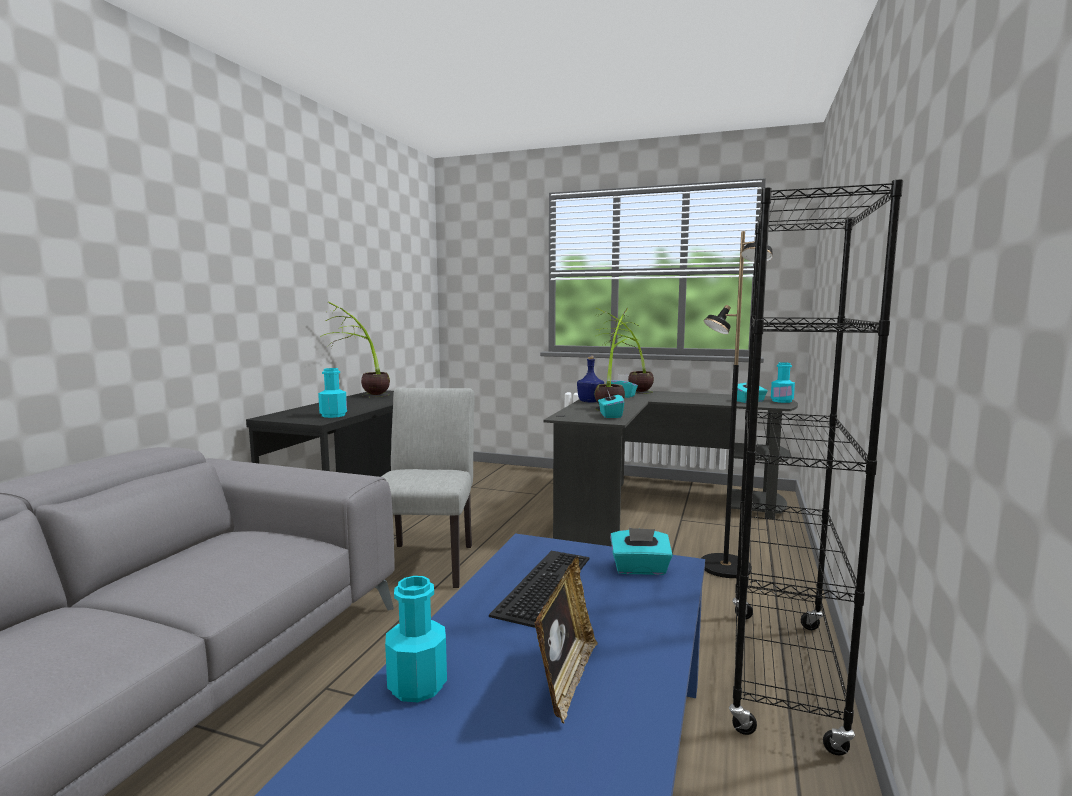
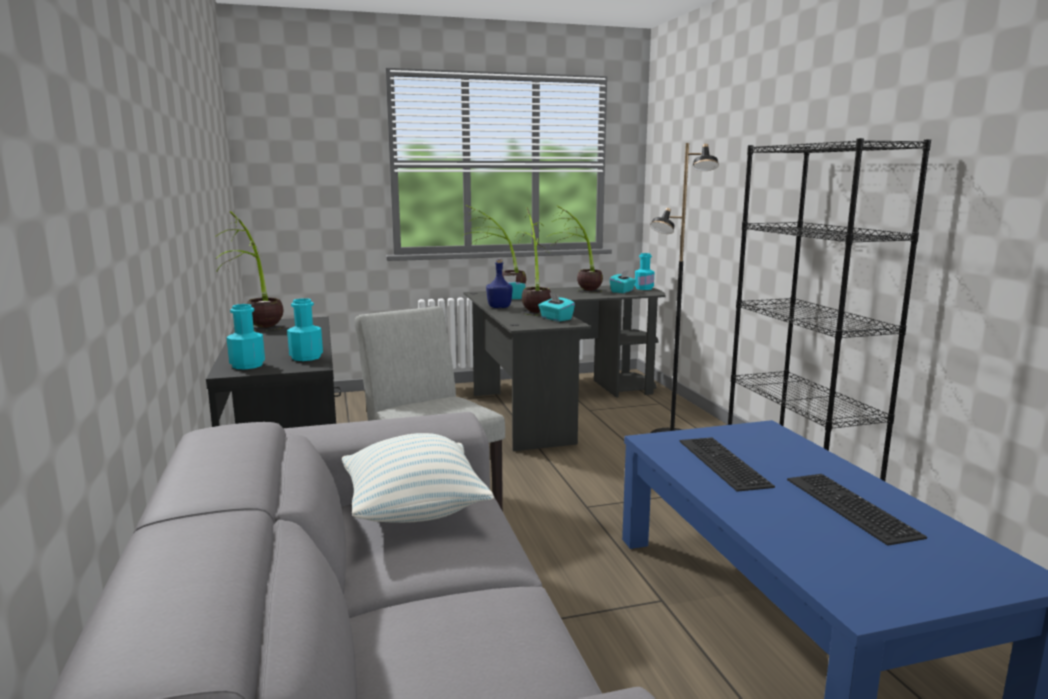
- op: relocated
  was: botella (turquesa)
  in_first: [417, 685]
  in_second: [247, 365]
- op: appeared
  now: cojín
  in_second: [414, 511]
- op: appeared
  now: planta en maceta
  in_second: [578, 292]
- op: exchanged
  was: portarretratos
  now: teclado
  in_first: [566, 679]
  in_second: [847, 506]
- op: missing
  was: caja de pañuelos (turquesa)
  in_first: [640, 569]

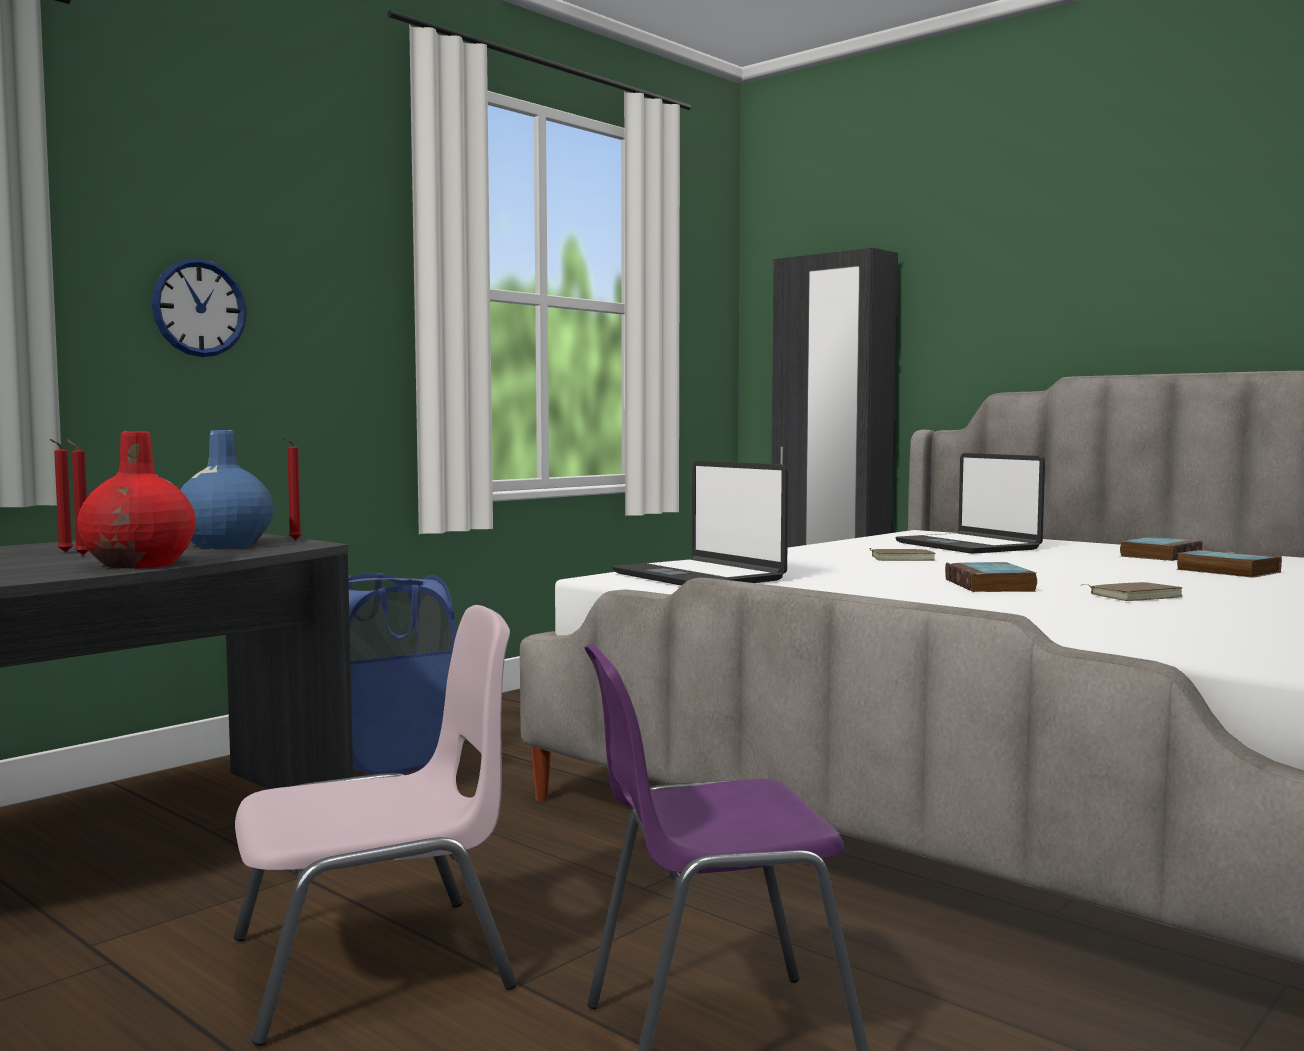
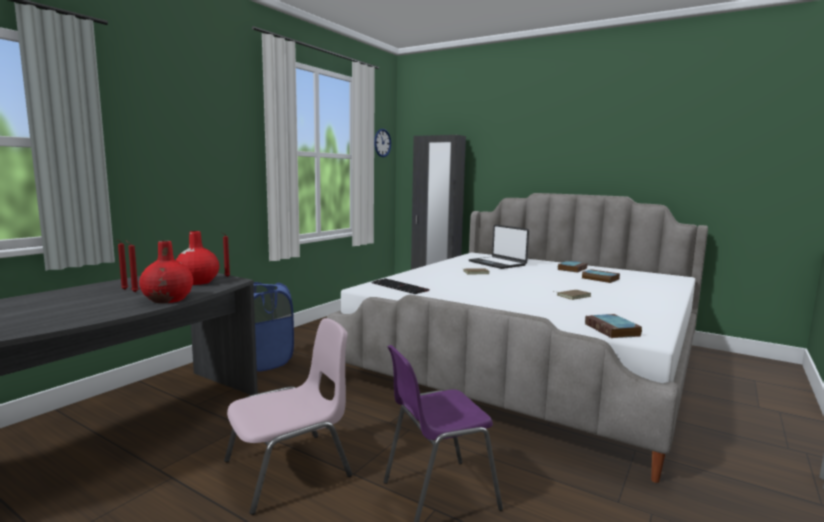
- op: colour
  was: florero (azul)
  now: florero (rojo)
  in_first: [225, 545]
  in_second: [197, 282]
- op: exchanged
  was: portátil
  now: teclado
  in_first: [699, 577]
  in_second: [400, 287]
- op: relocated
  was: reloj de pared
  in_first: [199, 308]
  in_second: [382, 143]
- op: relocated
  was: libro
  in_first: [991, 586]
  in_second: [613, 330]

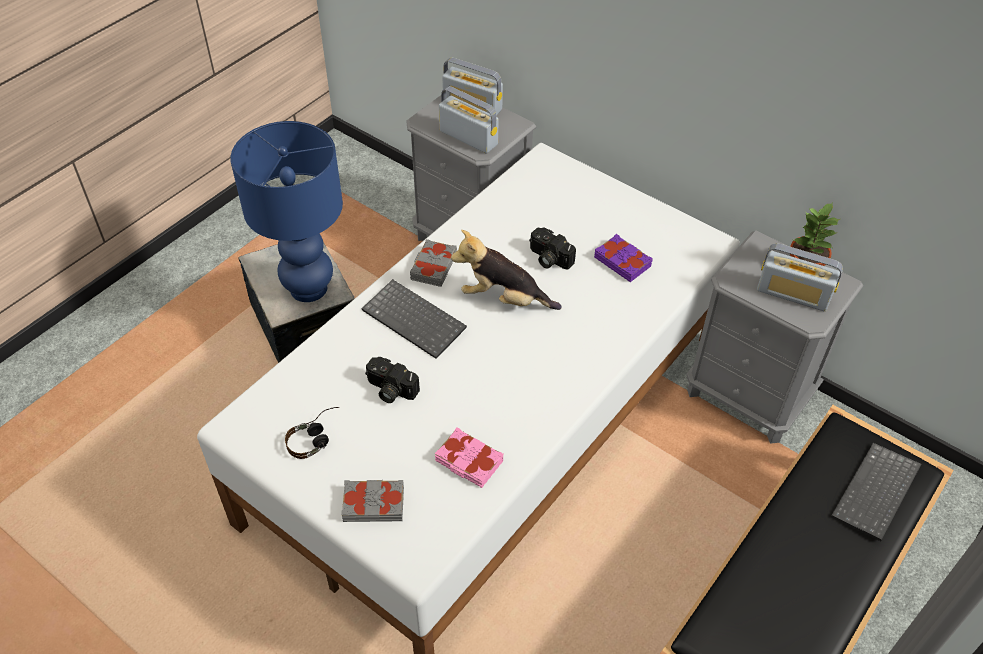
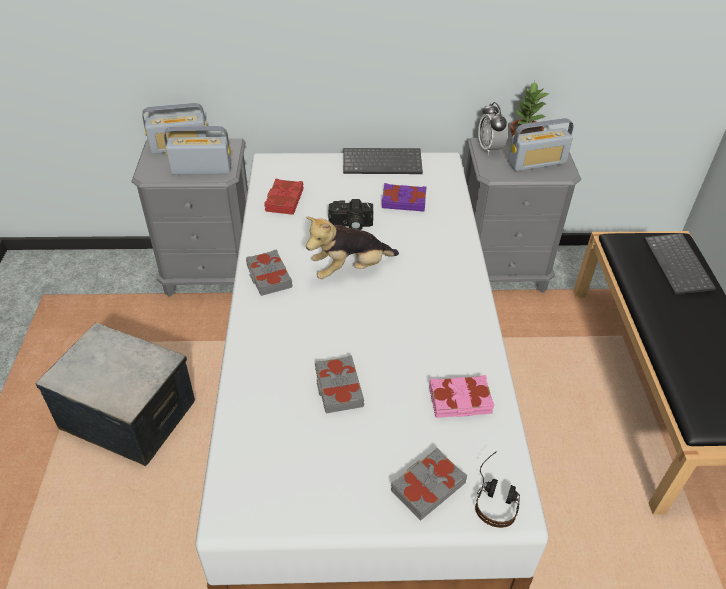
- op: appeared
  now: libro (rojo)
  in_second: [284, 200]
- op: exchanged
  was: cámara
  now: libro (gris)
  in_first: [390, 390]
  in_second: [338, 388]
- op: relocated
  was: teclado
  in_first: [416, 320]
  in_second: [383, 162]
- op: relocated
  was: auriculares
  in_first: [316, 438]
  in_second: [496, 496]
- op: appeared
  now: despertador
  in_second: [490, 149]
- op: missing
  was: lámpara de mesa (azul)
  in_first: [308, 288]

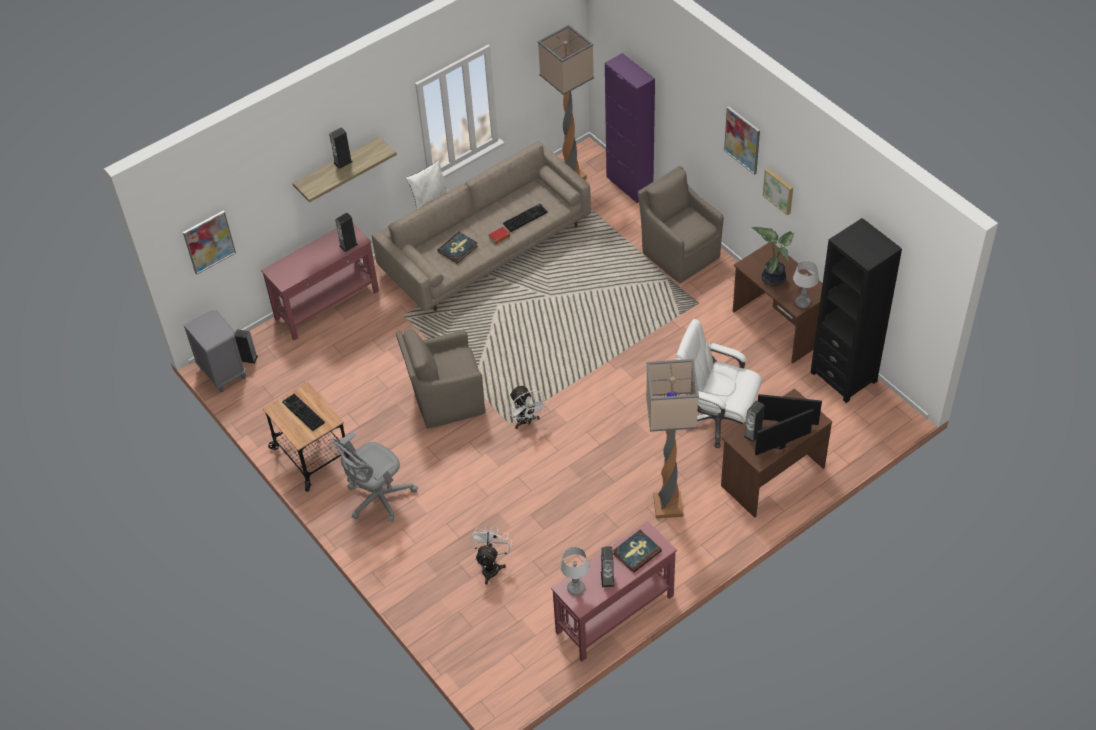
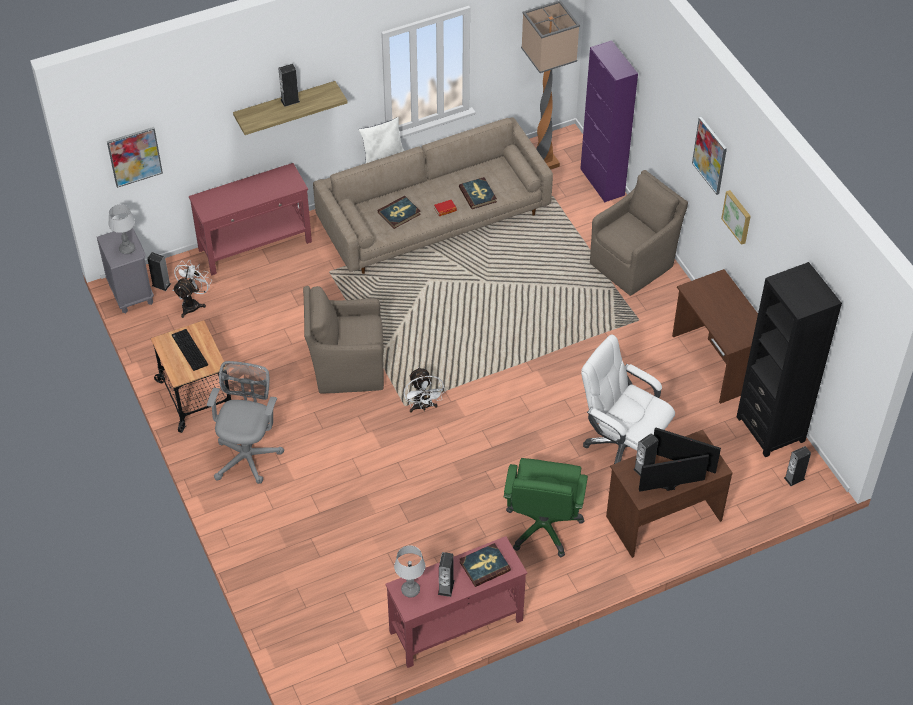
- op: relocated
  was: lámpara de mesa
  in_first: [803, 303]
  in_second: [127, 249]
- op: relocated
  was: ventilador (blanco)
  in_first: [491, 566]
  in_second: [193, 303]
- op: spun
  was: silla de oficina (gris)
  in_first: [377, 499]
  in_second: [248, 455]
  clockwise: 135
- op: exchanged
  was: teclado
  now: libro
  in_first: [525, 217]
  in_second: [478, 194]
- op: exchanged
  was: lámpara de pie
  now: silla de oficina (verde)
  in_first: [667, 507]
  in_second: [543, 526]
- op: spun
  was: sillón (marrón)
  in_first: [679, 253]
  in_second: [633, 263]
  clockwise: 75
- op: relocated
  was: altavoz
  in_first: [348, 245]
  in_second: [794, 478]
- op: missing
  was: planta en maceta
  in_first: [773, 277]

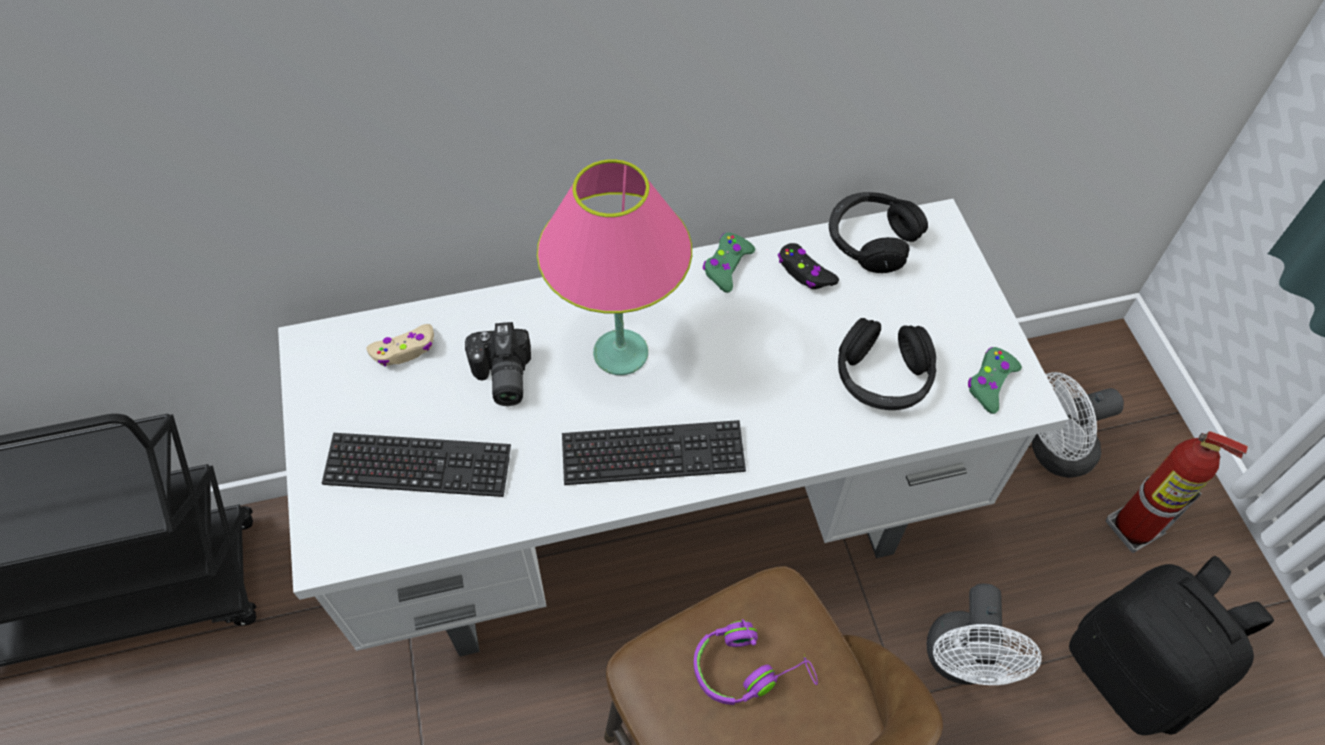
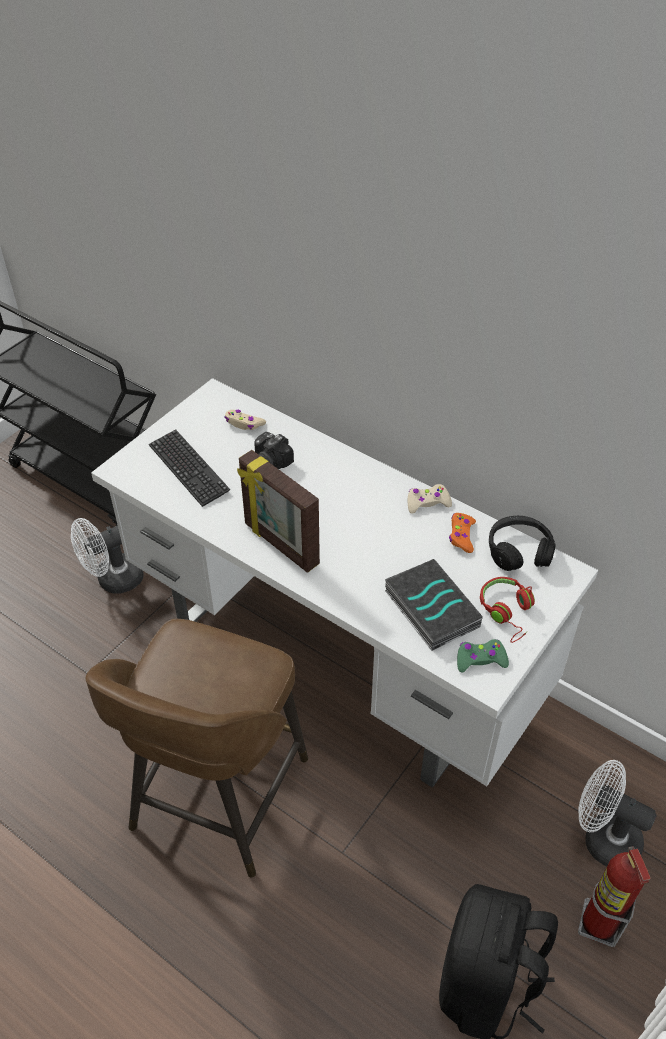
- op: relocated
  was: ventilador (blanco)
  in_first: [962, 663]
  in_second: [113, 580]
- op: exchanged
  was: teclado
  now: portarretratos
  in_first: [653, 455]
  in_second: [280, 545]
- op: exchanged
  was: auriculares (negro)
  now: libro
  in_first: [882, 377]
  in_second: [429, 608]
- op: colour
  was: mando de consola (verde)
  now: mando de consola (beis)
  in_first: [727, 266]
  in_second: [427, 503]
- op: colour
  was: mando de consola (negro)
  now: mando de consola (naranja)
  in_first: [805, 272]
  in_second: [461, 536]
- op: appeared
  now: auriculares (rojo)
  in_second: [507, 612]
- op: missing
  was: lámpara de mesa (rosa)
  in_first: [621, 353]
- op: missing
  was: auriculares (morado)
  in_first: [748, 668]

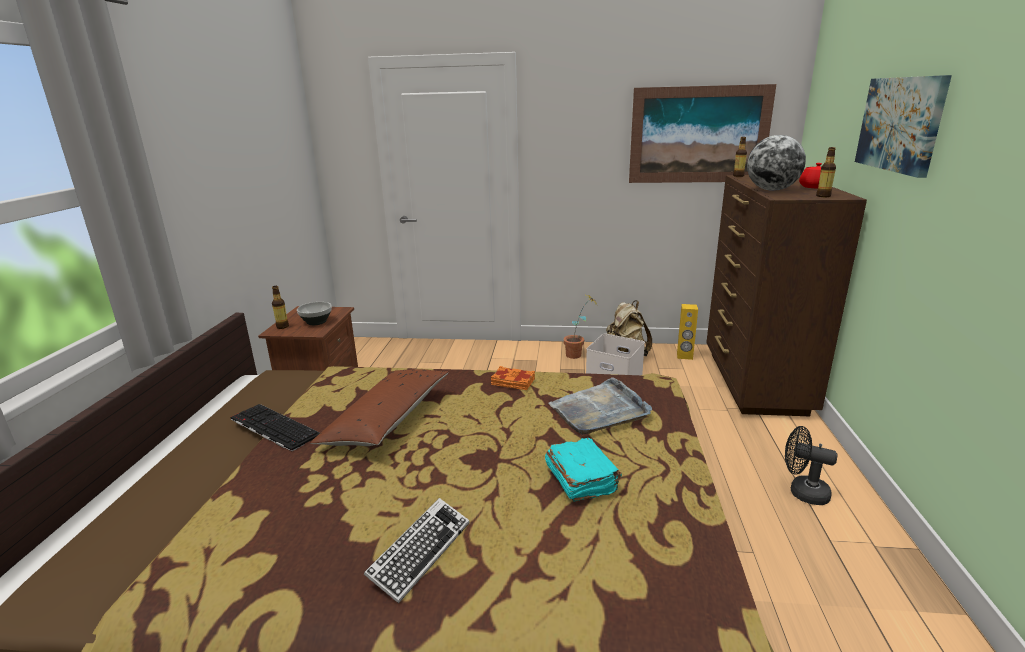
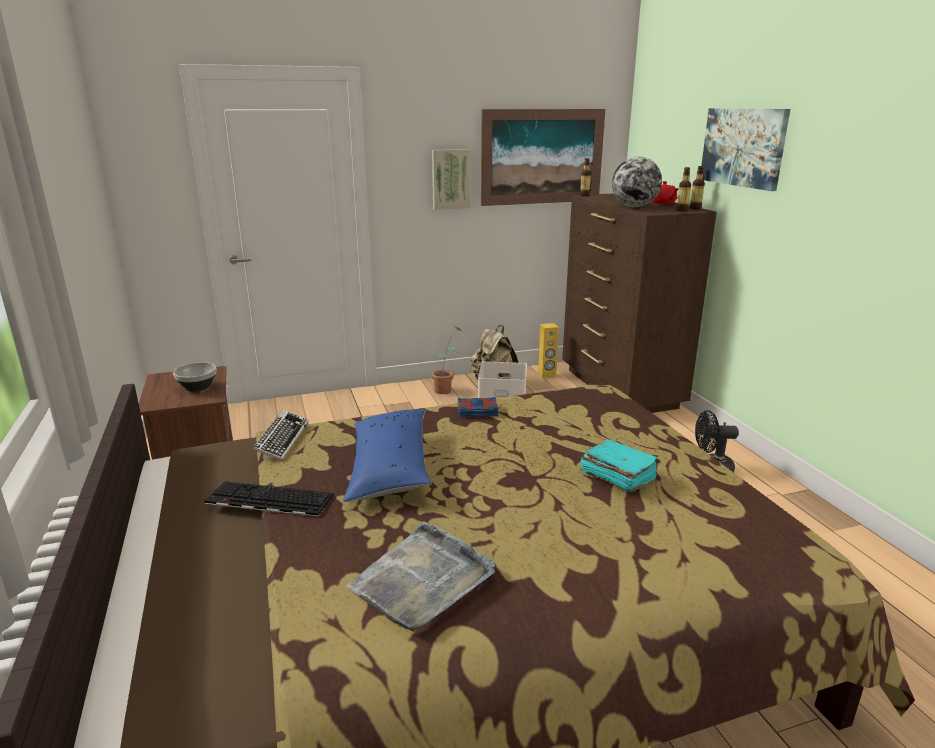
- op: relocated
  was: teclado
  in_first: [420, 552]
  in_second: [282, 439]
- op: colour
  was: cojín (marrón)
  now: cojín (azul)
  in_first: [387, 420]
  in_second: [389, 467]
- op: relocated
  was: bandeja (gris)
  in_first: [599, 410]
  in_second: [422, 580]
- op: appeared
  now: cuadro
  in_second: [450, 179]
- op: colour
  was: libro (naranja)
  now: libro (azul)
  in_first: [513, 382]
  in_second: [477, 411]
- op: relocated
  was: botella
  in_first: [282, 327]
  in_second: [695, 208]

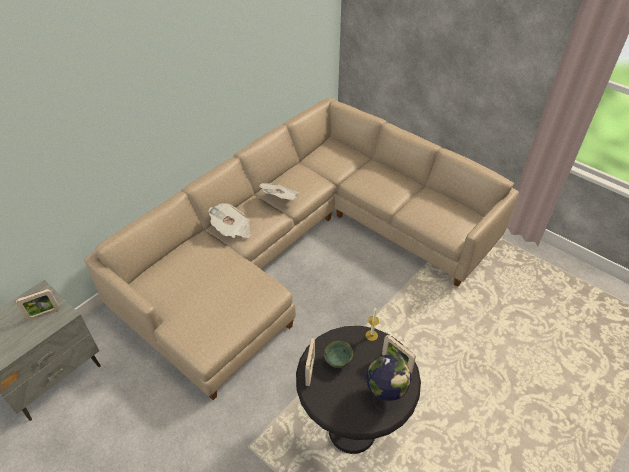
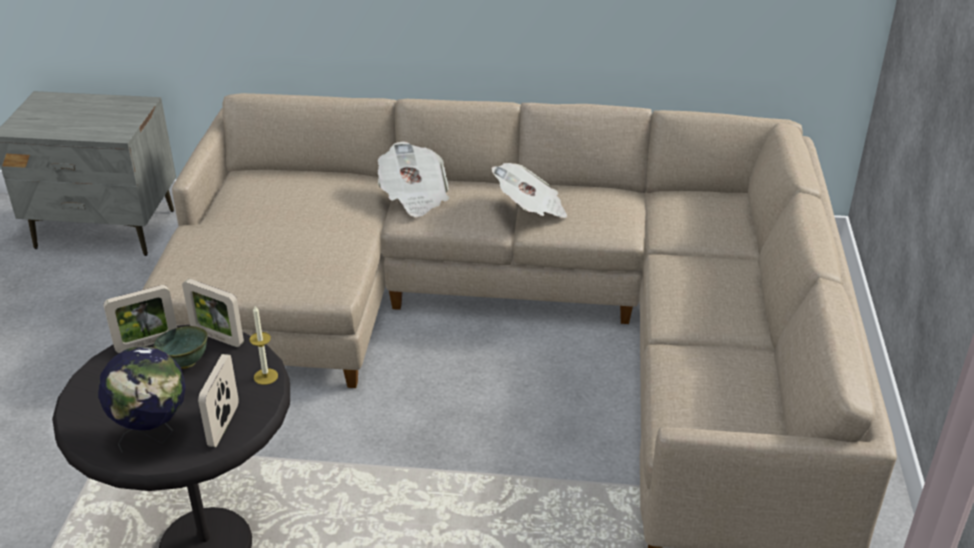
- op: relocated
  was: portarretratos
  in_first: [44, 314]
  in_second: [217, 337]

